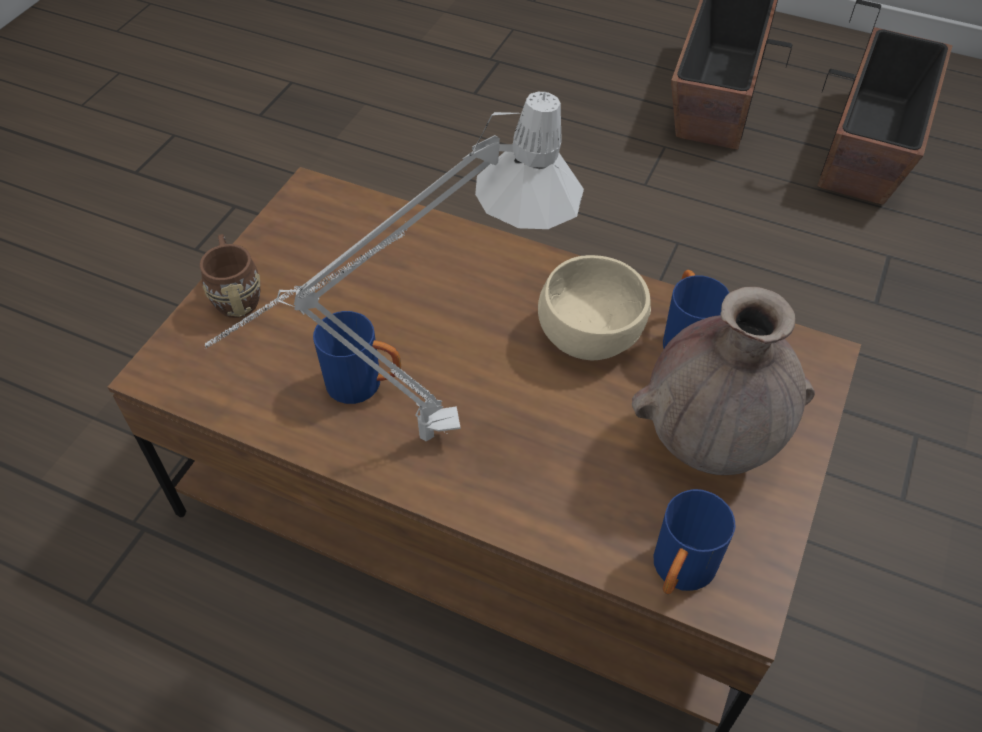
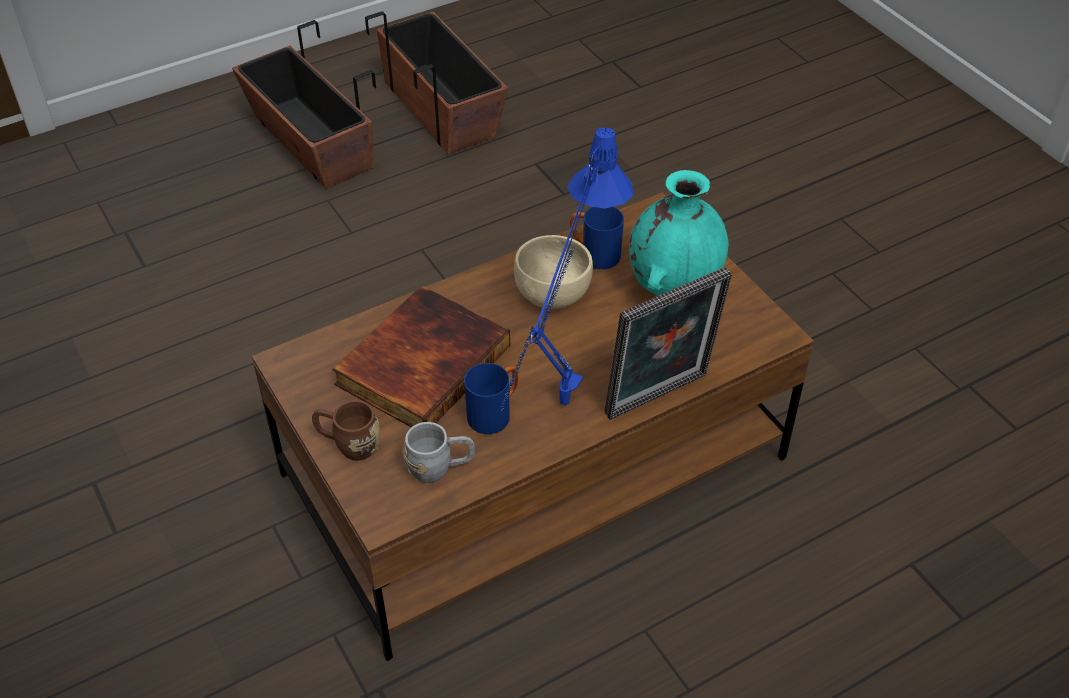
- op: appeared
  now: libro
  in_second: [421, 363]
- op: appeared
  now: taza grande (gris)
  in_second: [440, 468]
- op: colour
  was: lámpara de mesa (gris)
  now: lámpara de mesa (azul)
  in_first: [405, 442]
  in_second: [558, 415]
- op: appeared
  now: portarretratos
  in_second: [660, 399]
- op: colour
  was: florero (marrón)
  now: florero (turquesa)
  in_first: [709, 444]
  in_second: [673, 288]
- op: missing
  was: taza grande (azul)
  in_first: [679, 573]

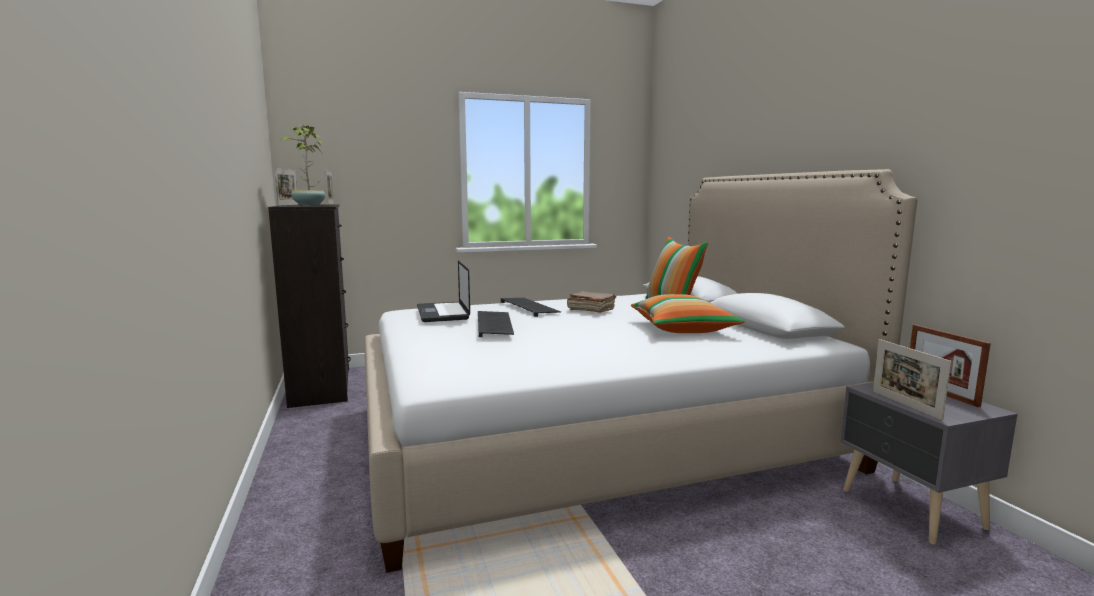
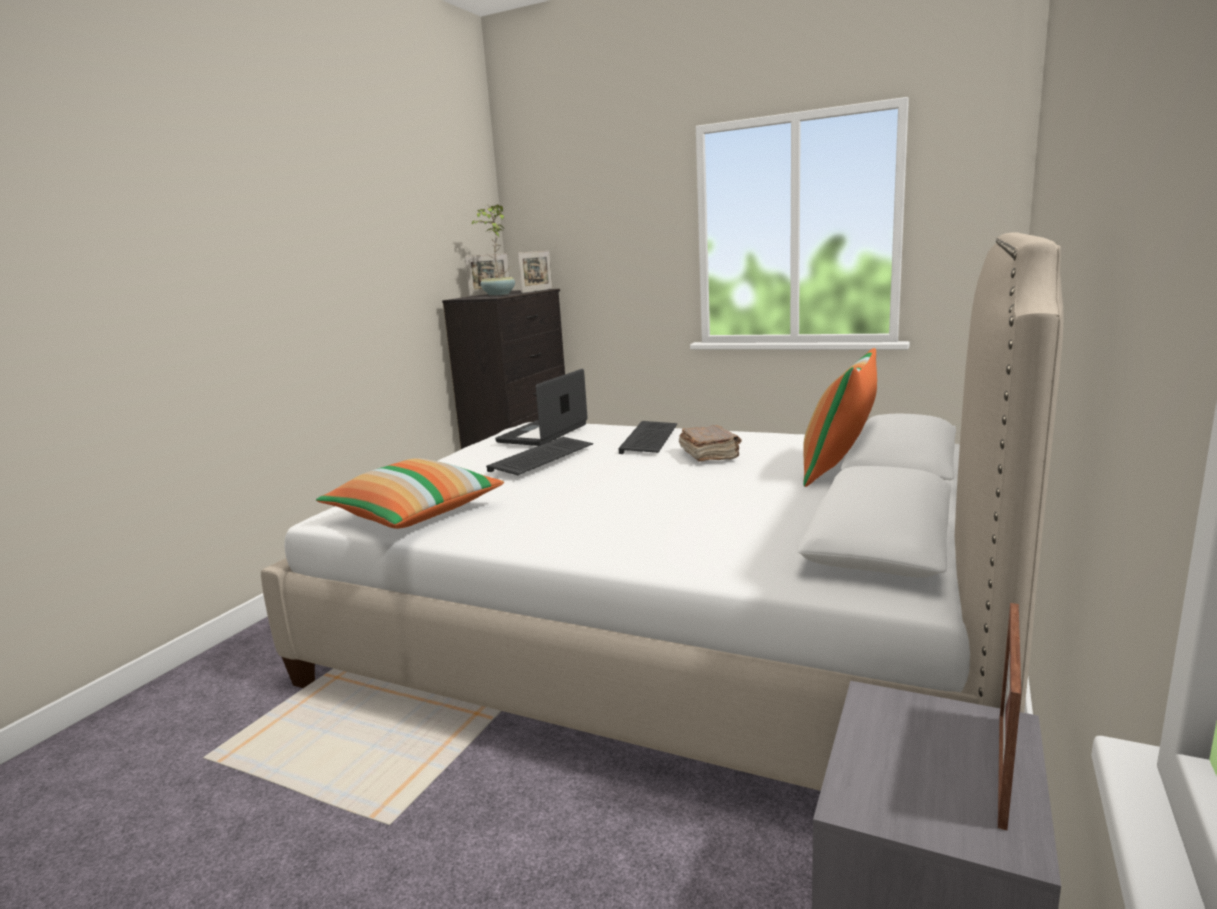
- op: relocated
  was: cojín
  in_first: [683, 329]
  in_second: [414, 514]
- op: missing
  was: portarretratos
  in_first: [905, 405]

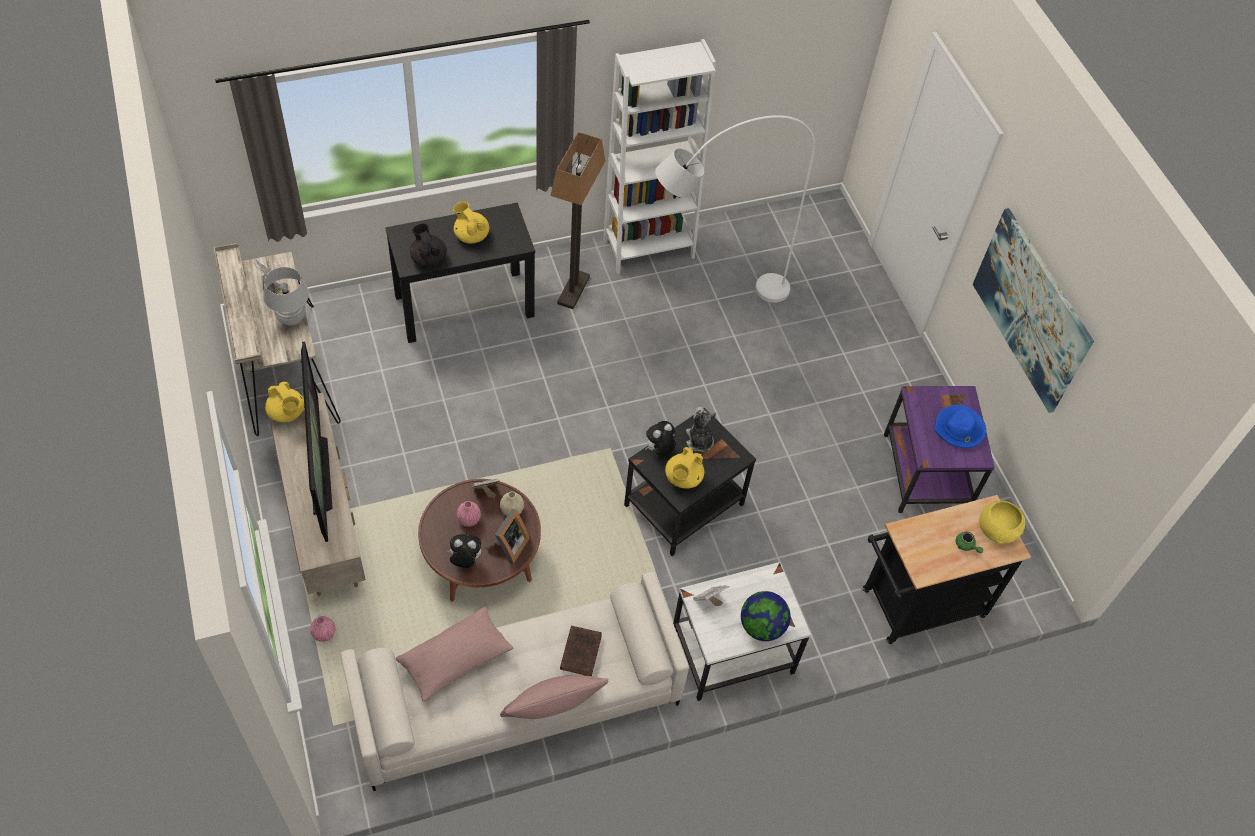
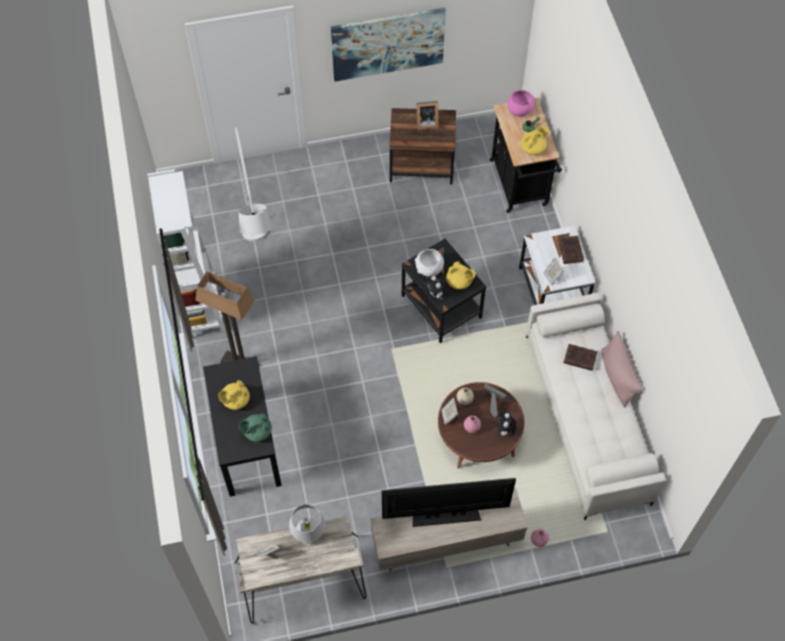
- op: colour
  was: tetera (negro)
  now: tetera (verde)
  in_first: [428, 258]
  in_second: [257, 432]
- op: colour
  was: mesa auxiliar (morado)
  now: mesa auxiliar (marrón)
  in_first: [926, 473]
  in_second: [421, 164]
- op: exchanged
  was: peluche
  now: cuenco (blanco)
  in_first: [699, 440]
  in_second: [429, 269]
- op: exchanged
  was: sombrero (azul)
  now: portarretratos
  in_first: [959, 429]
  in_second: [425, 122]
- op: colour
  was: cuenco (amarillo)
  now: cuenco (rosa)
  in_first: [997, 530]
  in_second: [519, 110]
- op: relocated
  was: tetera (amarillo)
  in_first: [287, 413]
  in_second: [533, 148]
- op: exchanged
  was: globo terráqueo
  now: libro (marrón)
  in_first: [761, 626]
  in_second: [570, 250]
- op: missing
  was: cojín (rosa)
  in_first: [455, 659]

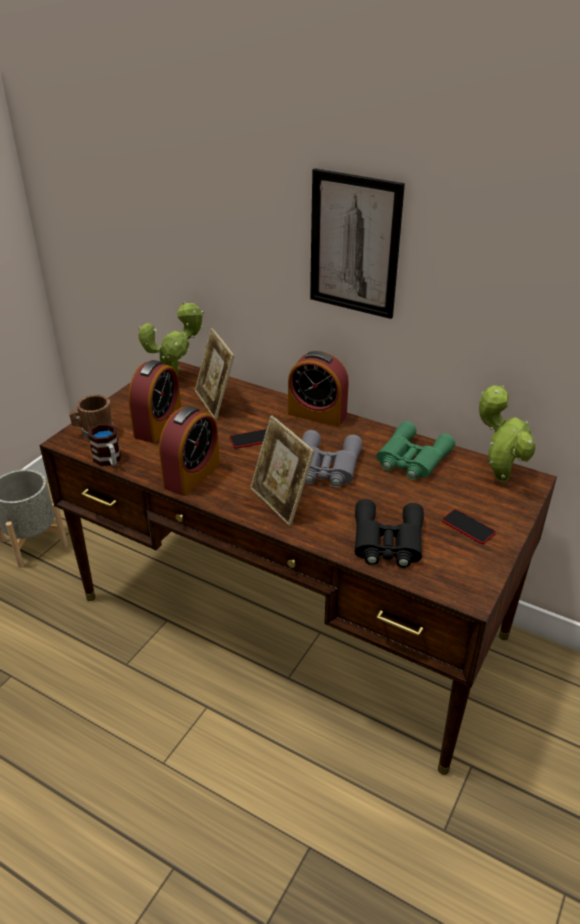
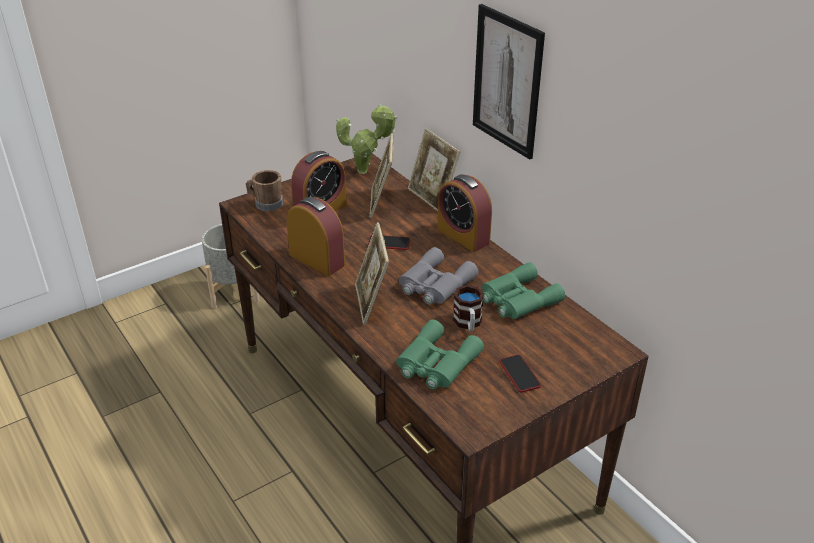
- op: spun
  was: despertador
  in_first: [192, 475]
  in_second: [317, 260]
  clockwise: -105
- op: colour
  was: prismáticos (negro)
  now: prismáticos (verde)
  in_first: [387, 542]
  in_second: [436, 363]
- op: appeared
  now: portarretratos
  in_second: [432, 198]
- op: relocated
  was: taza grande
  in_first: [109, 461]
  in_second: [468, 324]
- op: missing
  was: planta en maceta
  in_first: [498, 476]

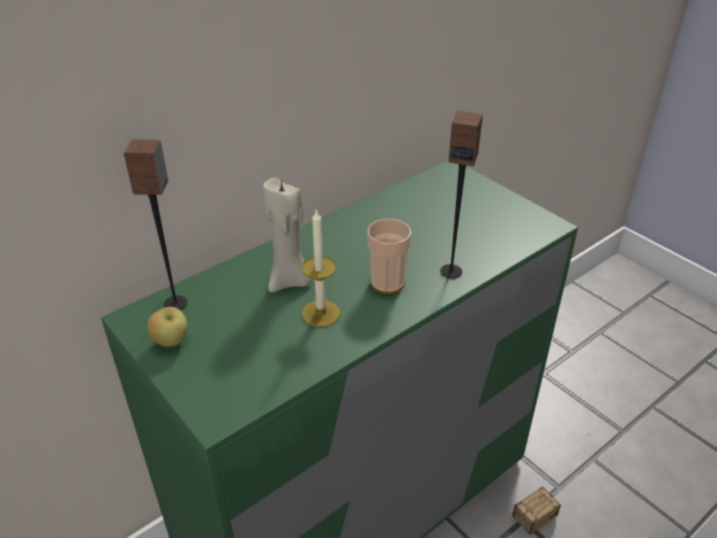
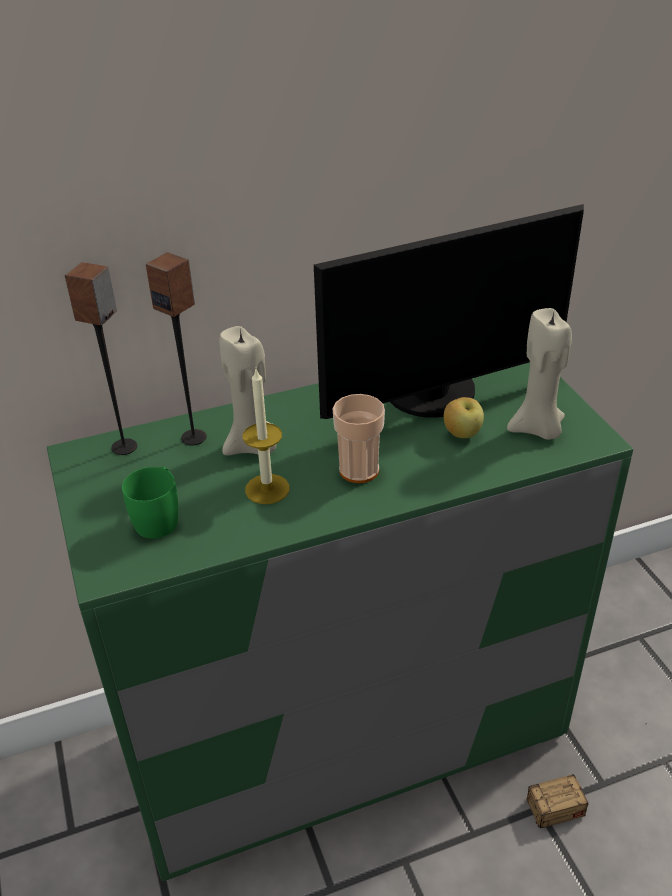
- op: appeared
  now: taza grande (verde)
  in_second: [159, 517]
- op: relocated
  was: altavoz
  in_first: [451, 271]
  in_second: [194, 437]
- op: appeared
  now: monitor
  in_second: [435, 396]
- op: relocated
  was: manzana
  in_first: [171, 341]
  in_second: [462, 434]
- op: appeared
  now: vela (beis)
  in_second: [537, 429]

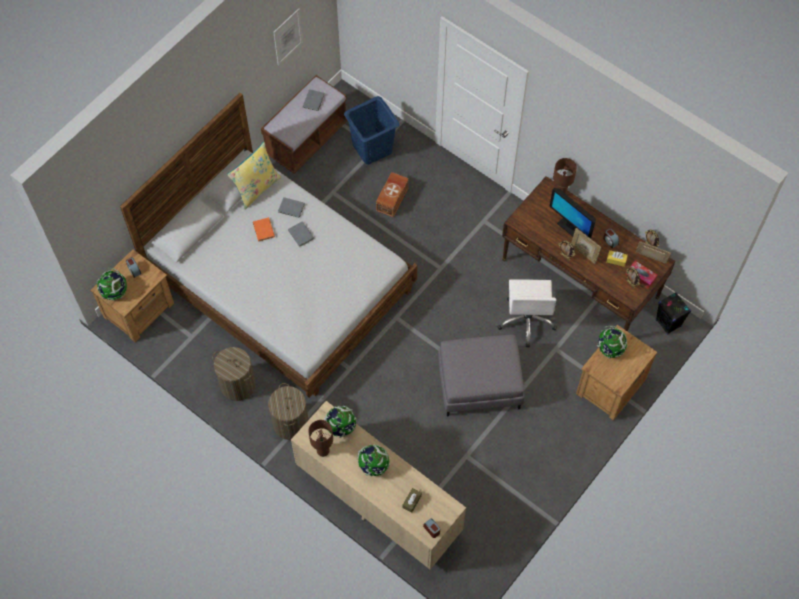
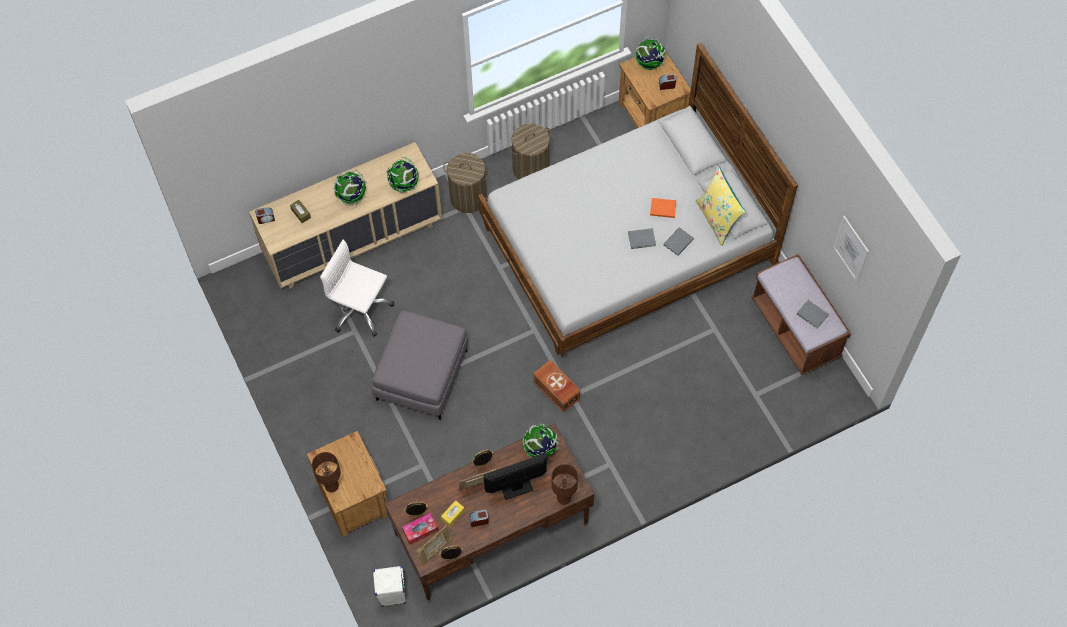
- op: relocated
  was: lámpara de mesa (marrón)
  in_first: [323, 450]
  in_second: [332, 486]
- op: relocated
  was: silla de oficina (blanco)
  in_first: [527, 320]
  in_second: [360, 310]
- op: colour
  was: altavoz (negro)
  now: altavoz (blanco)
  in_first: [668, 323]
  in_second: [392, 595]
- op: relocated
  was: globo terráqueo
  in_first: [609, 349]
  in_second: [540, 449]
- op: relocated
  was: caja de almacenaje (marrón)
  in_first: [393, 199]
  in_second: [556, 391]
- op: missing
  was: cesto de la ropa (azul)
  in_first: [372, 148]

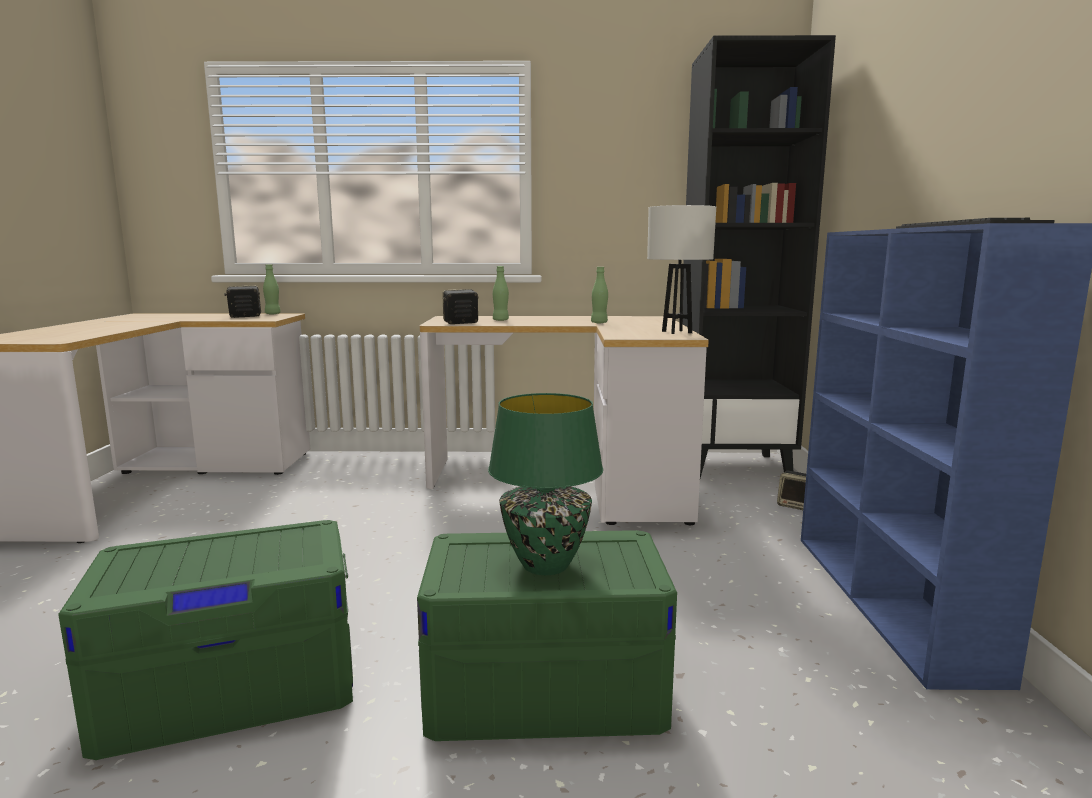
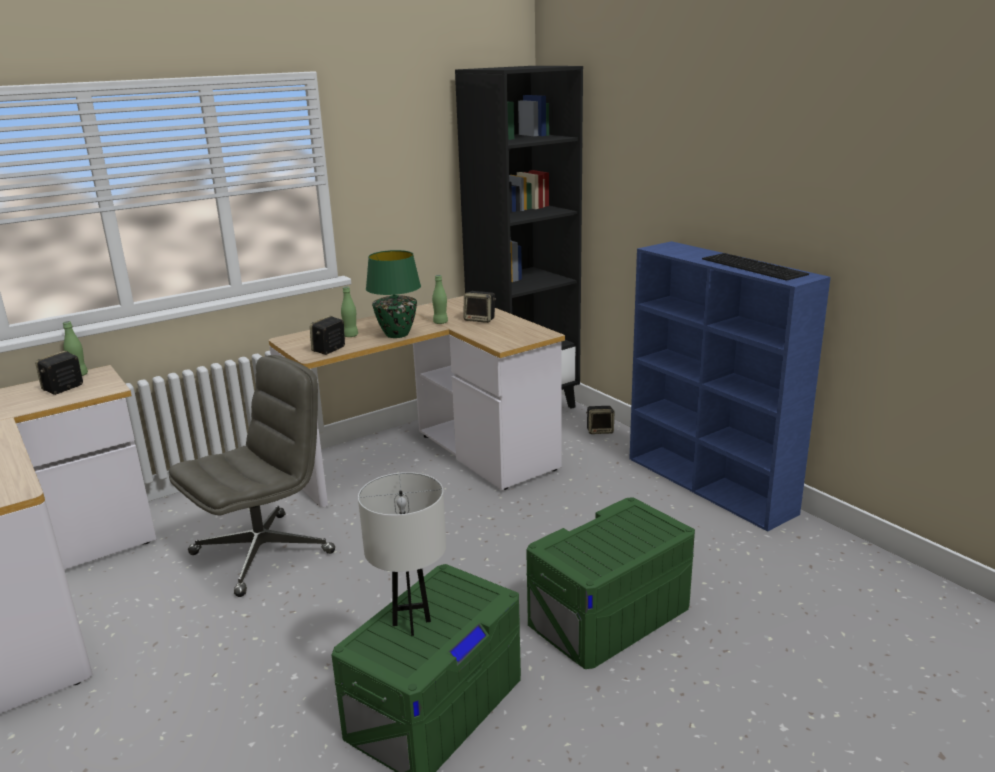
- op: appeared
  now: silla de oficina (gris)
  in_second: [264, 552]
- op: relocated
  was: lámpara de mesa (blanco)
  in_first: [676, 332]
  in_second: [411, 623]
- op: relocated
  was: lámpara de mesa (verde)
  in_first: [546, 564]
  in_second: [397, 334]
- op: appeared
  now: altavoz
  in_second: [480, 319]

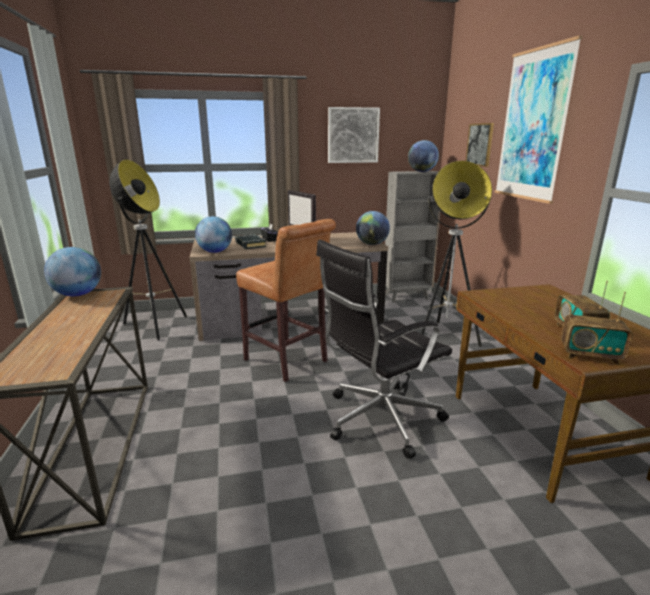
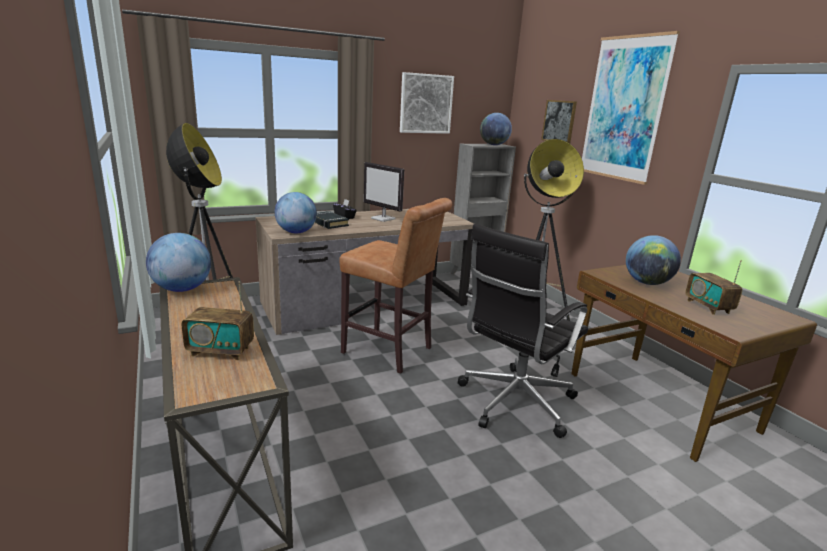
- op: relocated
  was: radio
  in_first: [590, 355]
  in_second: [221, 351]
- op: relocated
  was: globo terráqueo
  in_first: [372, 244]
  in_second: [647, 283]

